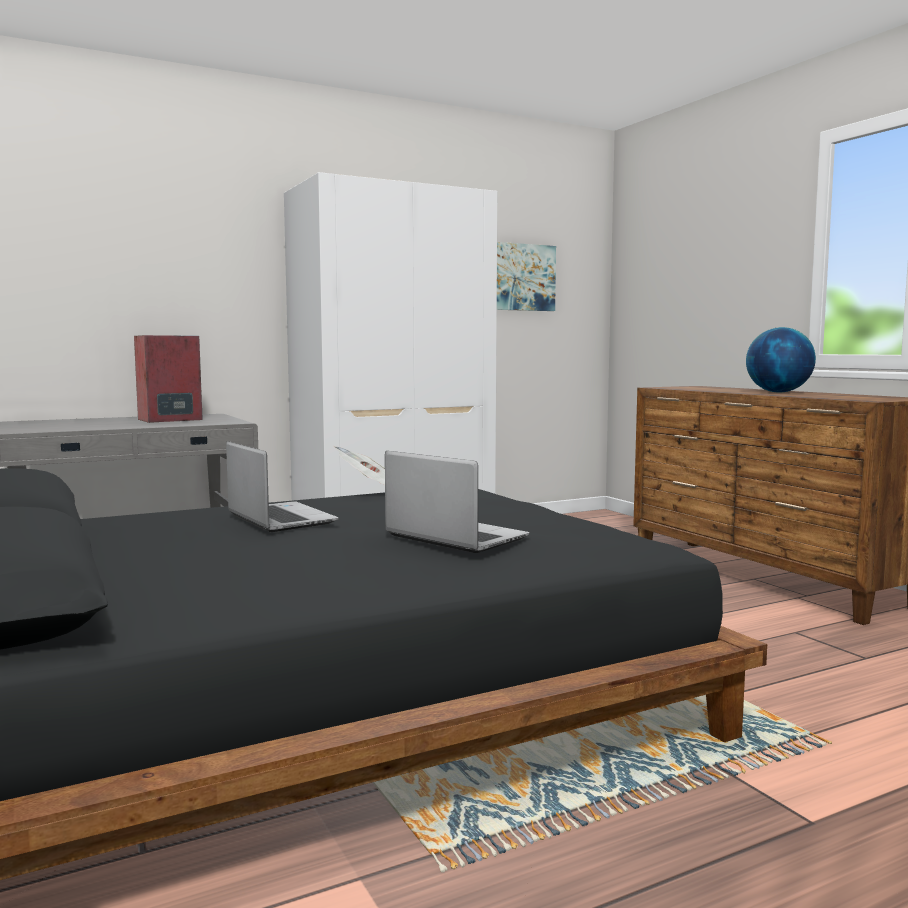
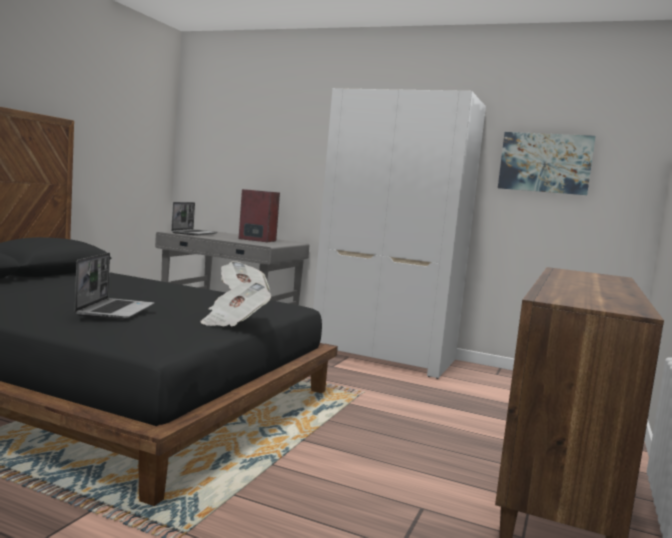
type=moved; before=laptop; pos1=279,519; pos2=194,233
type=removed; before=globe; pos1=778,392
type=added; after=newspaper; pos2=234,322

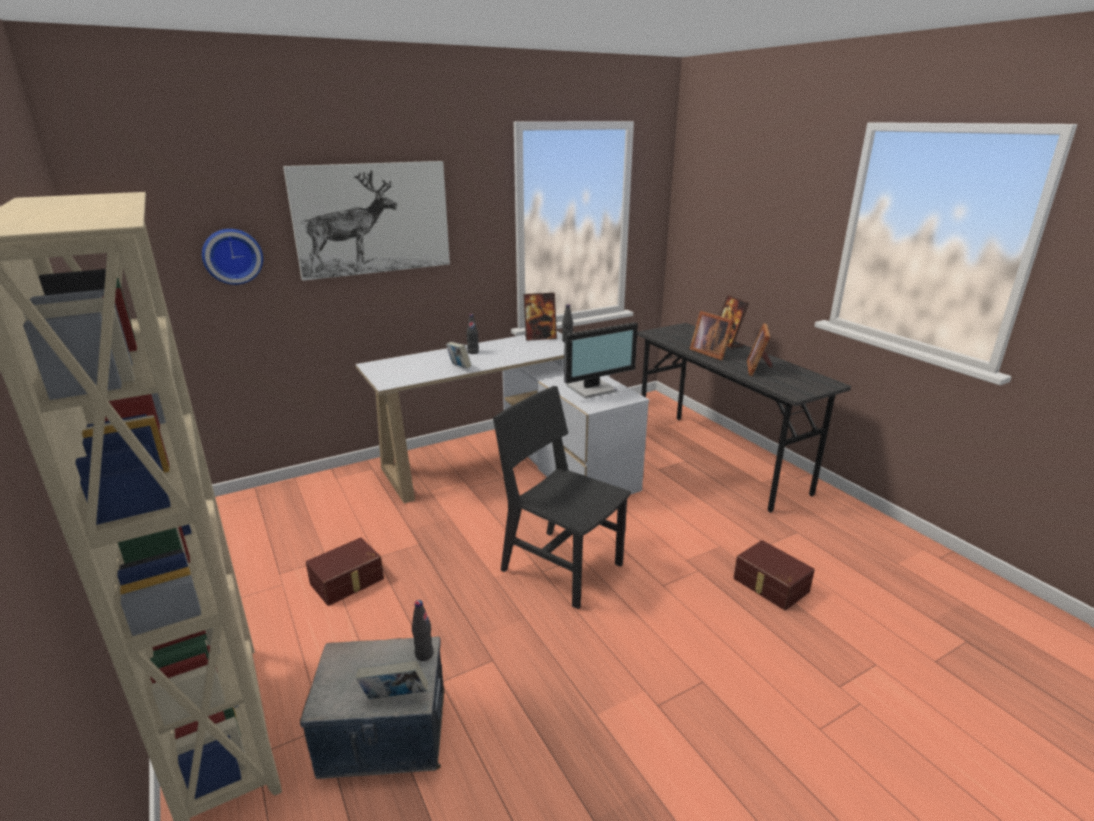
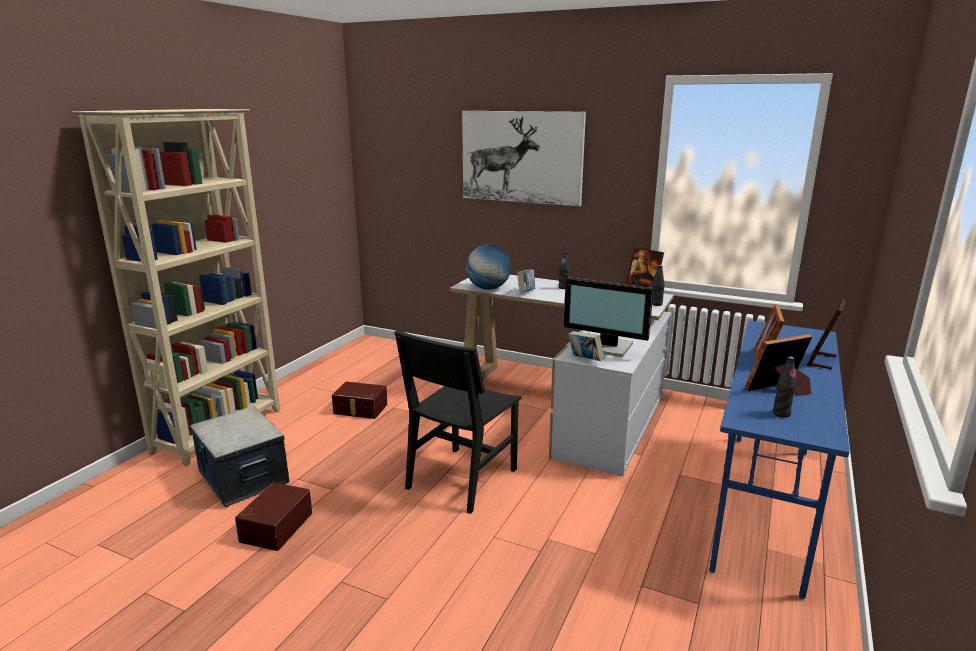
type=removed; before=wall clock; pos1=232,256
type=moved; before=book; pos1=395,698; pos2=585,360
type=moved; before=bottle in black; pos1=424,654; pos2=781,414
type=turned; before=chair in black; pos1=562,567; pos2=462,478; turn=-150
type=recoloured; before=desk in grey; after=desk in blue; pos1=719,459; pos2=765,505
type=moved; before=storage box in brown; pos1=770,585; pos2=275,526
type=added; after=globe; pos2=488,288

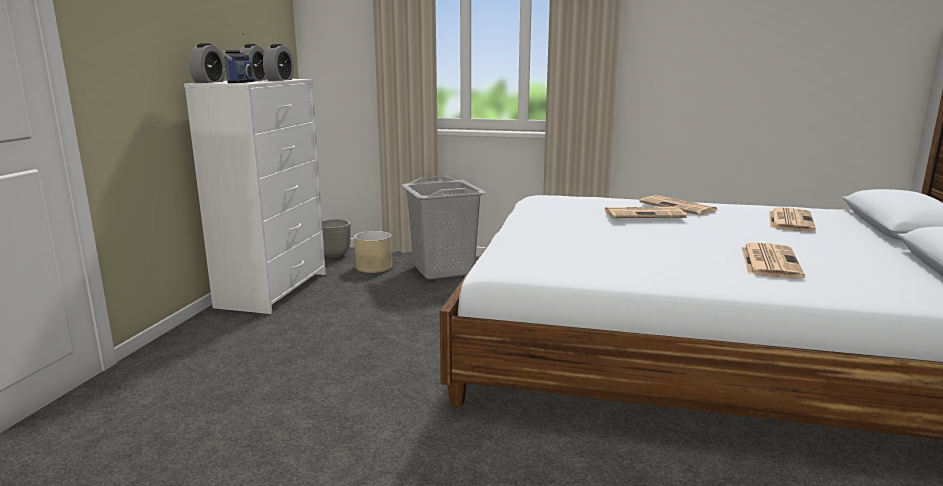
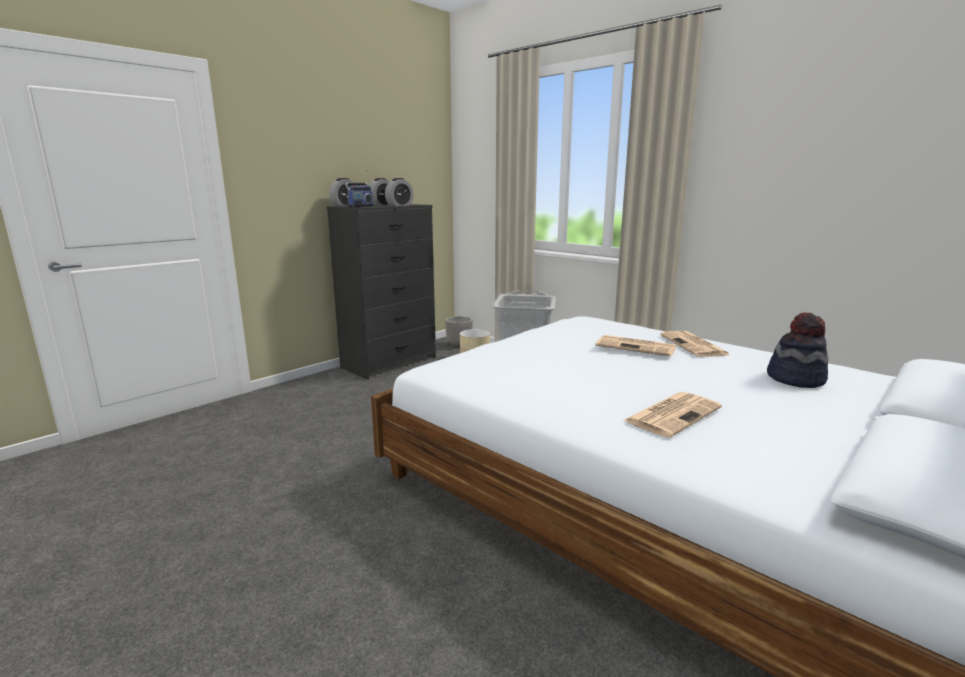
type=recoloured; before=dresser in white; after=dresser in black; pos1=274,289; pos2=390,362
type=replaced; before=newspaper; after=hat; pos1=790,220; pos2=795,379

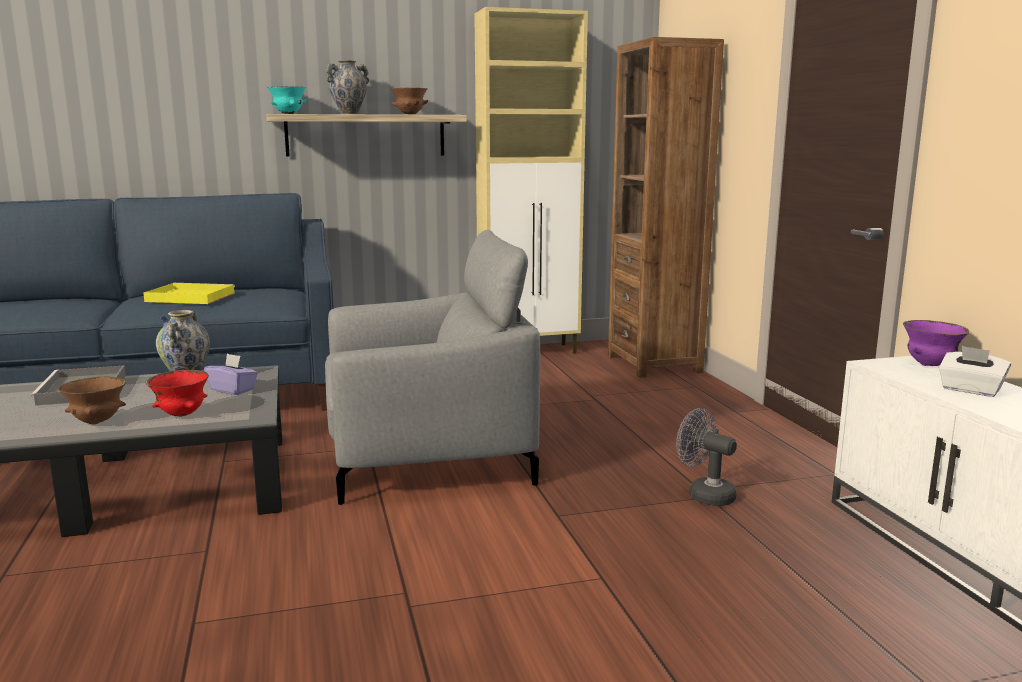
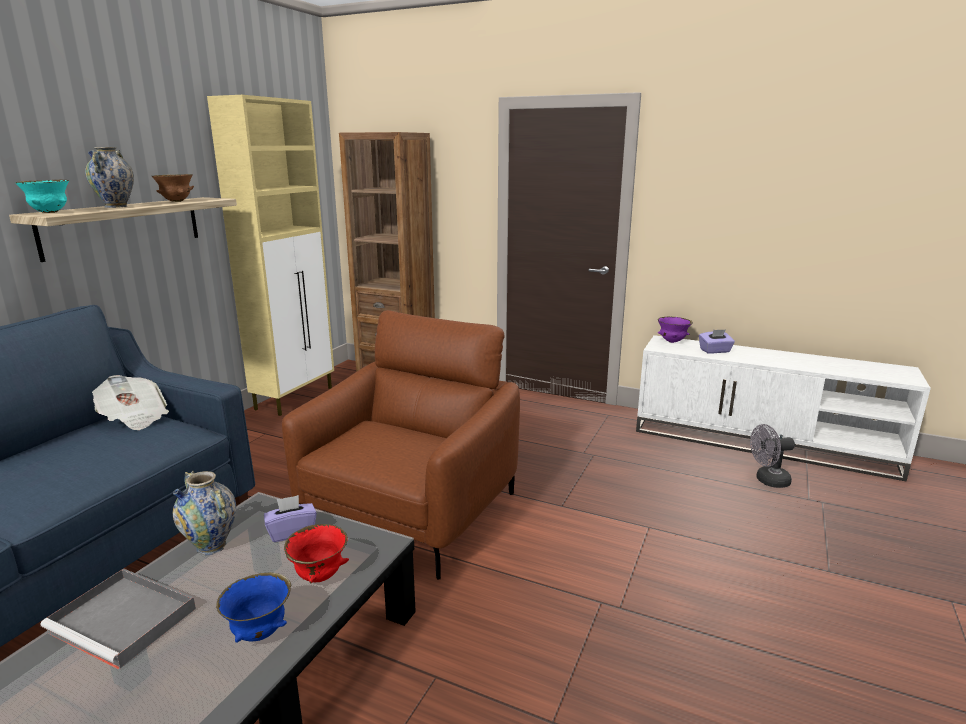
type=recoloured; before=bowl in brown; after=bowl in blue; pos1=97,422; pos2=260,633
type=removed; before=tray in yellow; pos1=189,297
type=recoloured; before=armchair in grey; after=armchair in brown; pos1=426,456; pos2=410,511
type=moved; before=fan in grey; pos1=704,494; pos2=767,481
type=recoloured; before=tissue box in white; after=tissue box in purple; pos1=970,390; pos2=715,351
type=added; after=newspaper; pos2=134,418

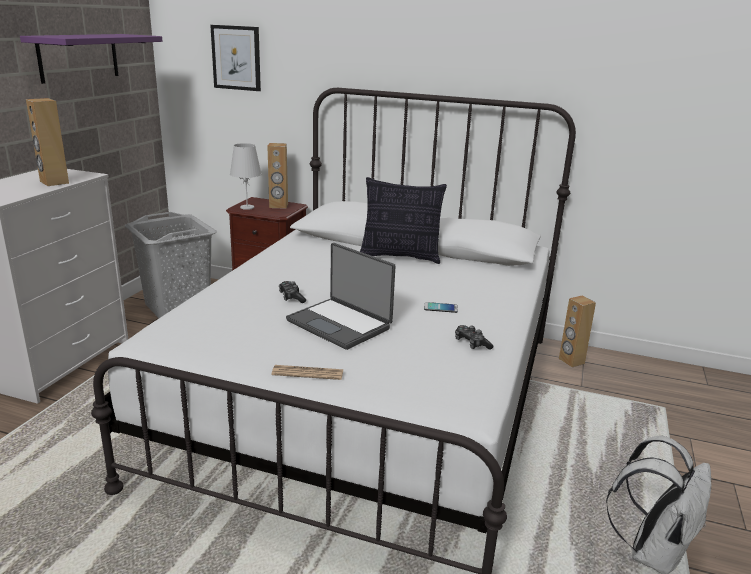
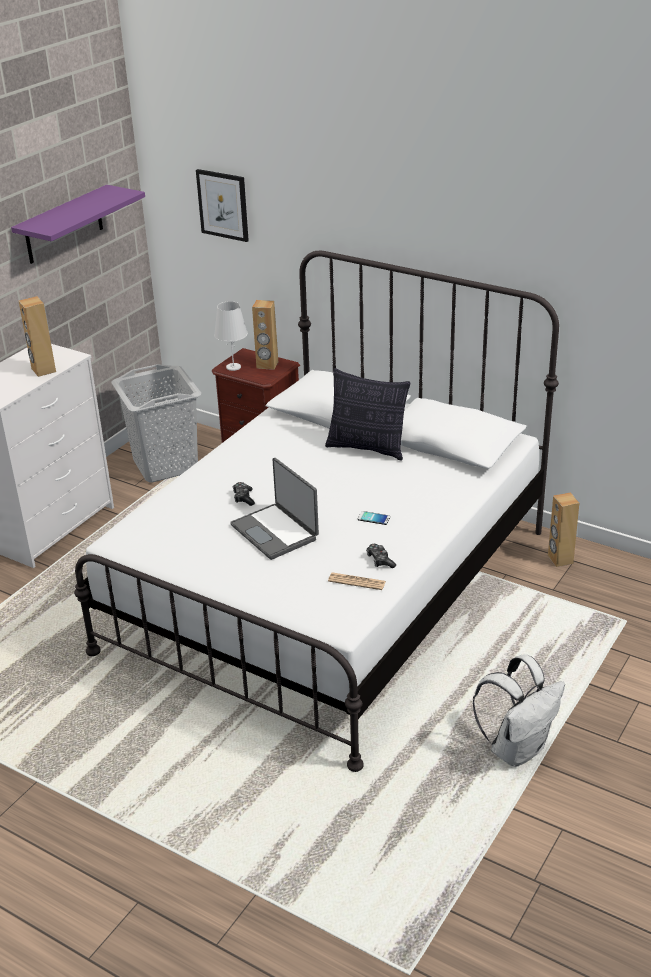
type=moved; before=newspaper; pos1=308,373; pos2=357,582

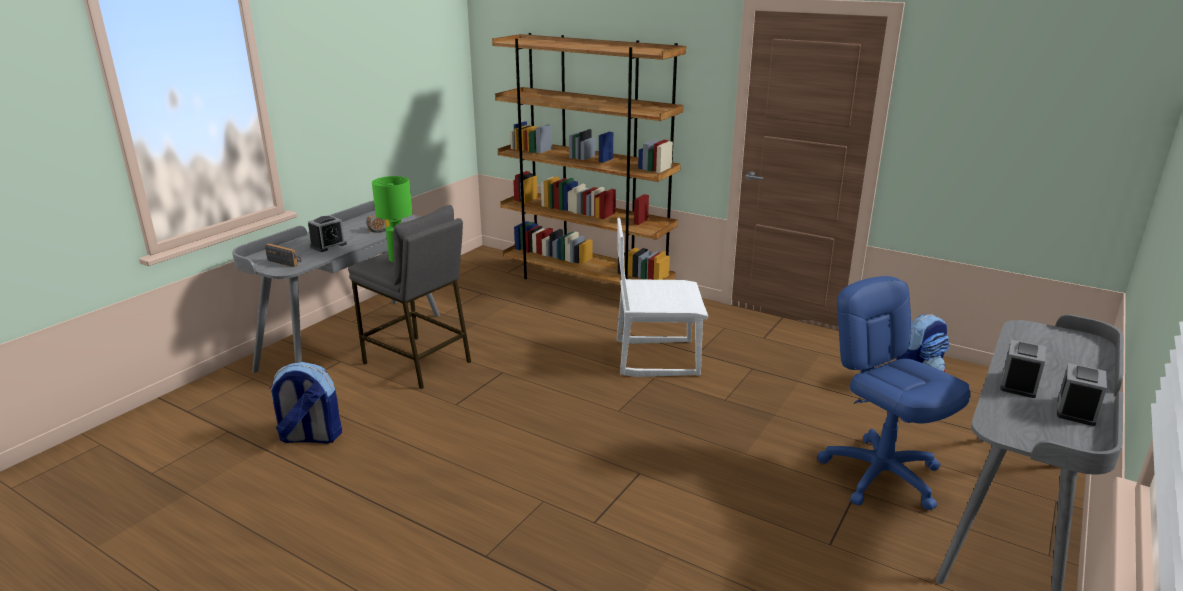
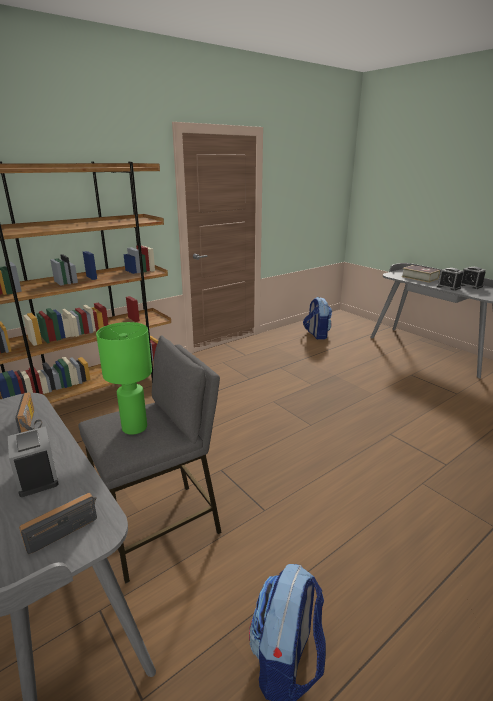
type=removed; before=chair in white; pos1=656,358
type=removed; before=office chair in blue; pos1=881,475
type=added; after=book; pos2=419,278

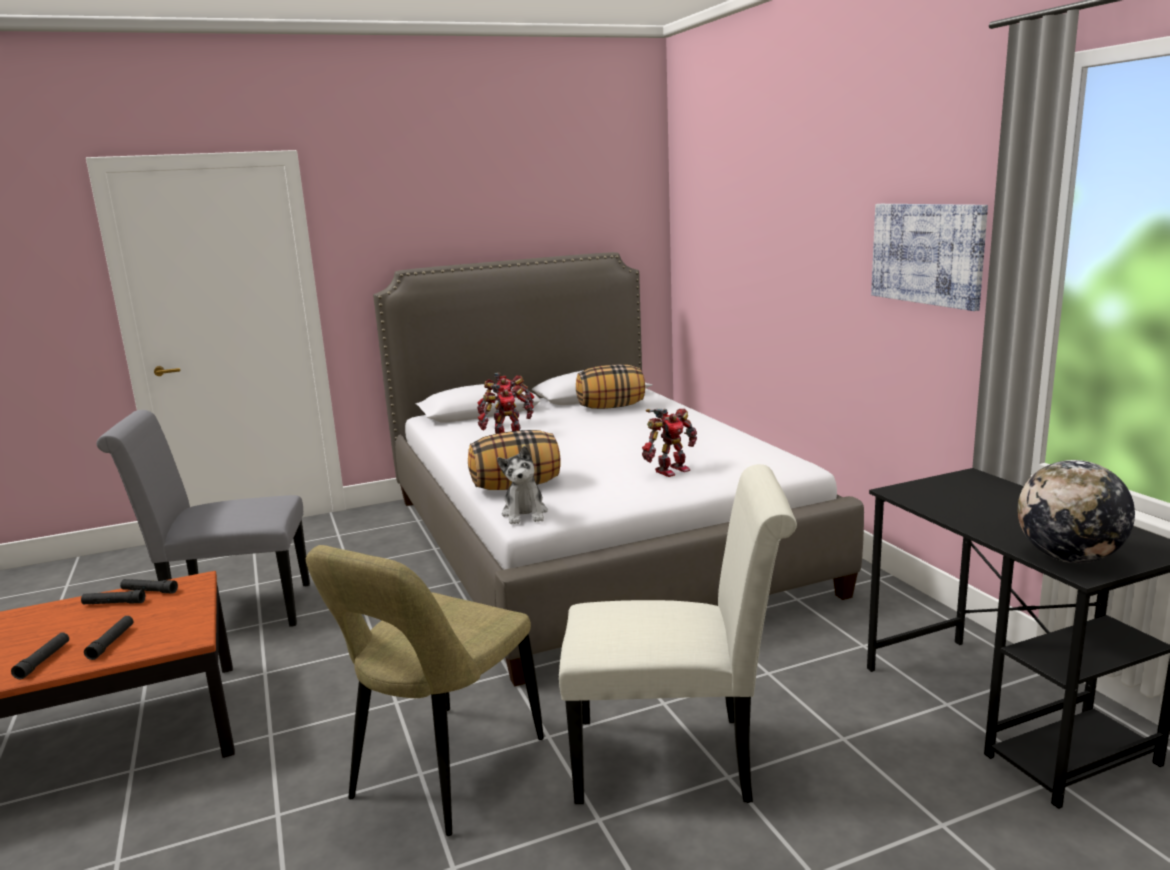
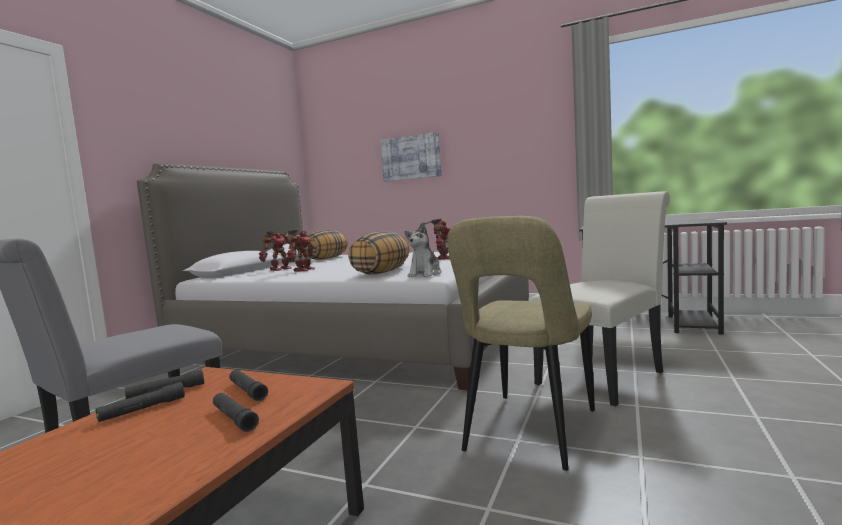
type=moved; before=flashlight in black; pos1=43,660; pos2=247,391
type=turned; before=chair in beige; pos1=442,773; pos2=528,433; turn=45
type=turned; before=plush toy; pos1=525,513; pos2=425,274; turn=75
type=moved; before=picture; pos1=927,253; pos2=411,157
type=removed; before=globe; pos1=1069,558

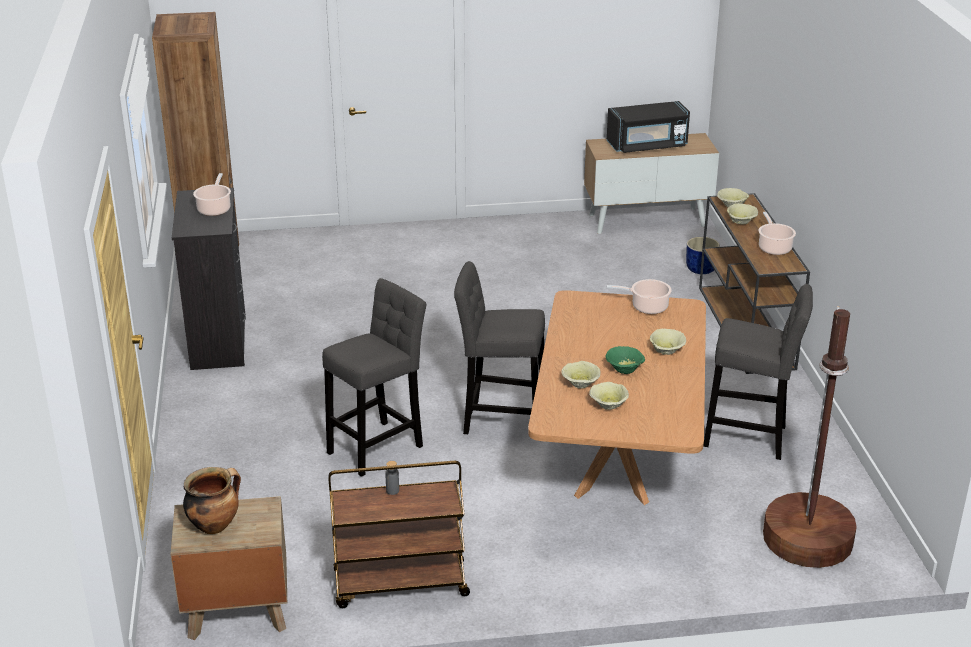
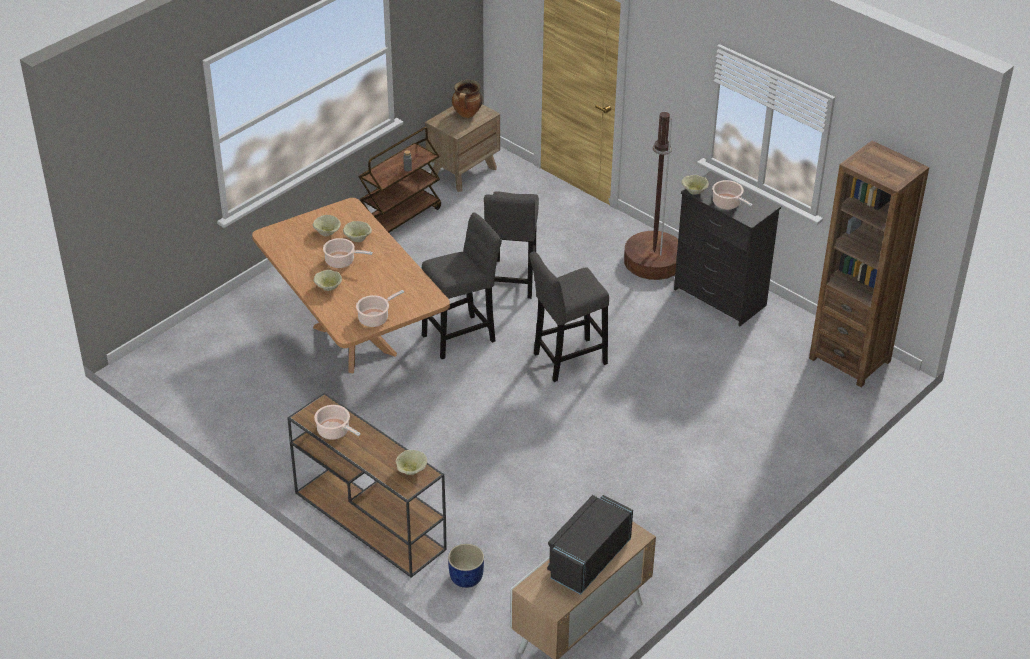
type=replaced; before=bowl in green; after=cooking pot; pos1=624,369; pos2=342,261
type=moved; before=stool in grey; pos1=750,438; pos2=566,360
type=moved; before=bowl in beige; pos1=741,222; pos2=693,191
type=moved; before=floor lamp in brown; pos1=808,539; pos2=653,261

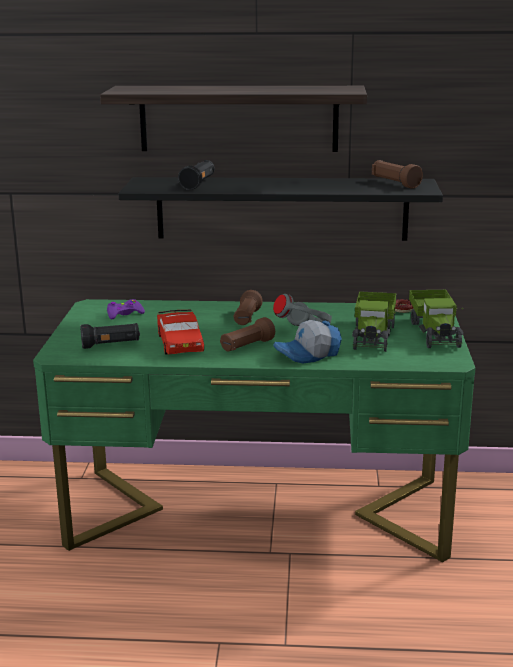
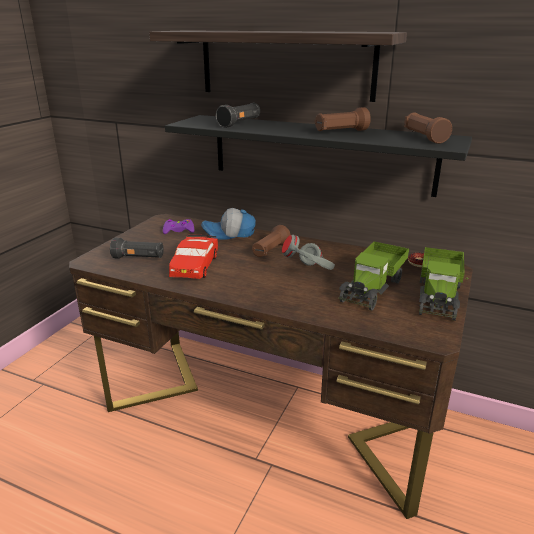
type=recoloured; before=desk in green; after=desk in brown; pos1=258,512; pos2=268,413
type=moved; before=flashlight in brown; pos1=246,346; pos2=340,132
type=moved; before=cap; pos1=308,355; pos2=229,234

